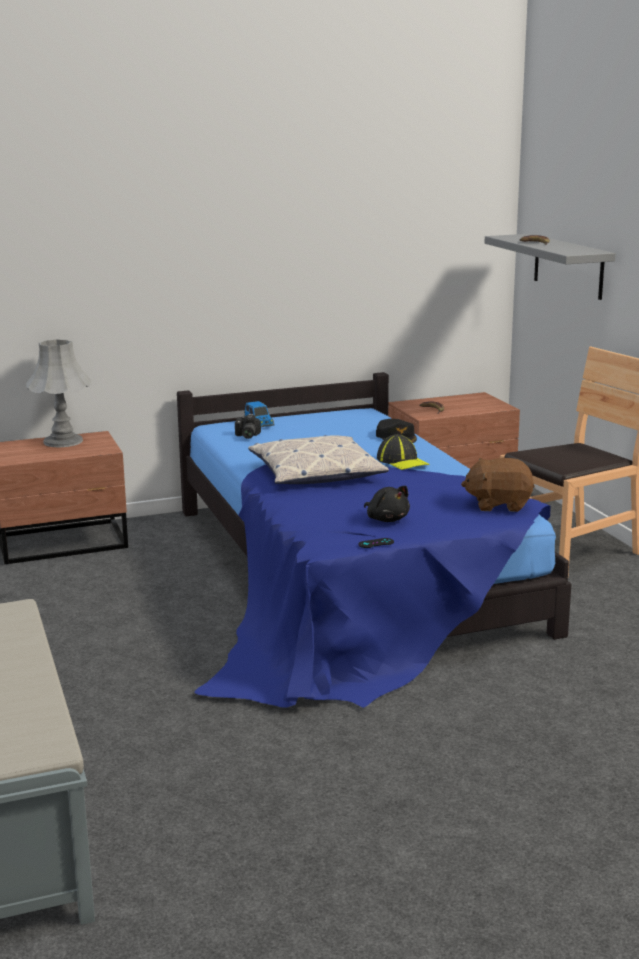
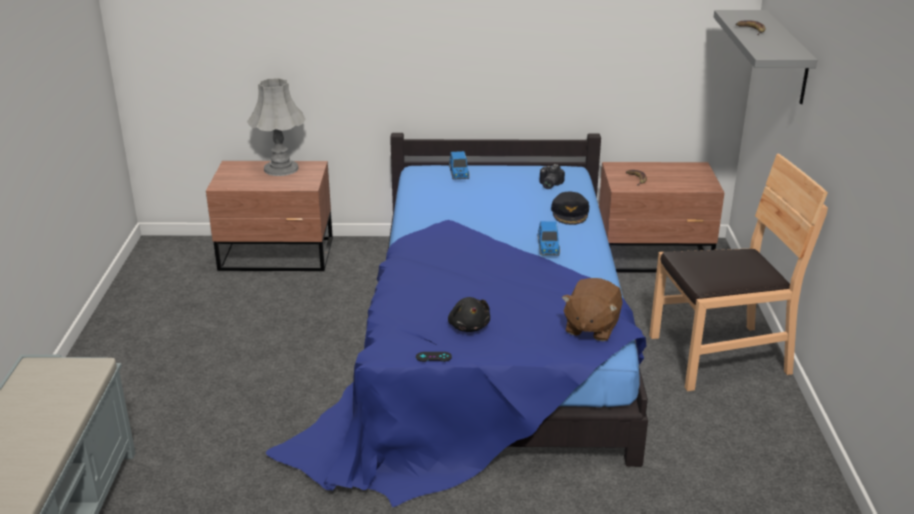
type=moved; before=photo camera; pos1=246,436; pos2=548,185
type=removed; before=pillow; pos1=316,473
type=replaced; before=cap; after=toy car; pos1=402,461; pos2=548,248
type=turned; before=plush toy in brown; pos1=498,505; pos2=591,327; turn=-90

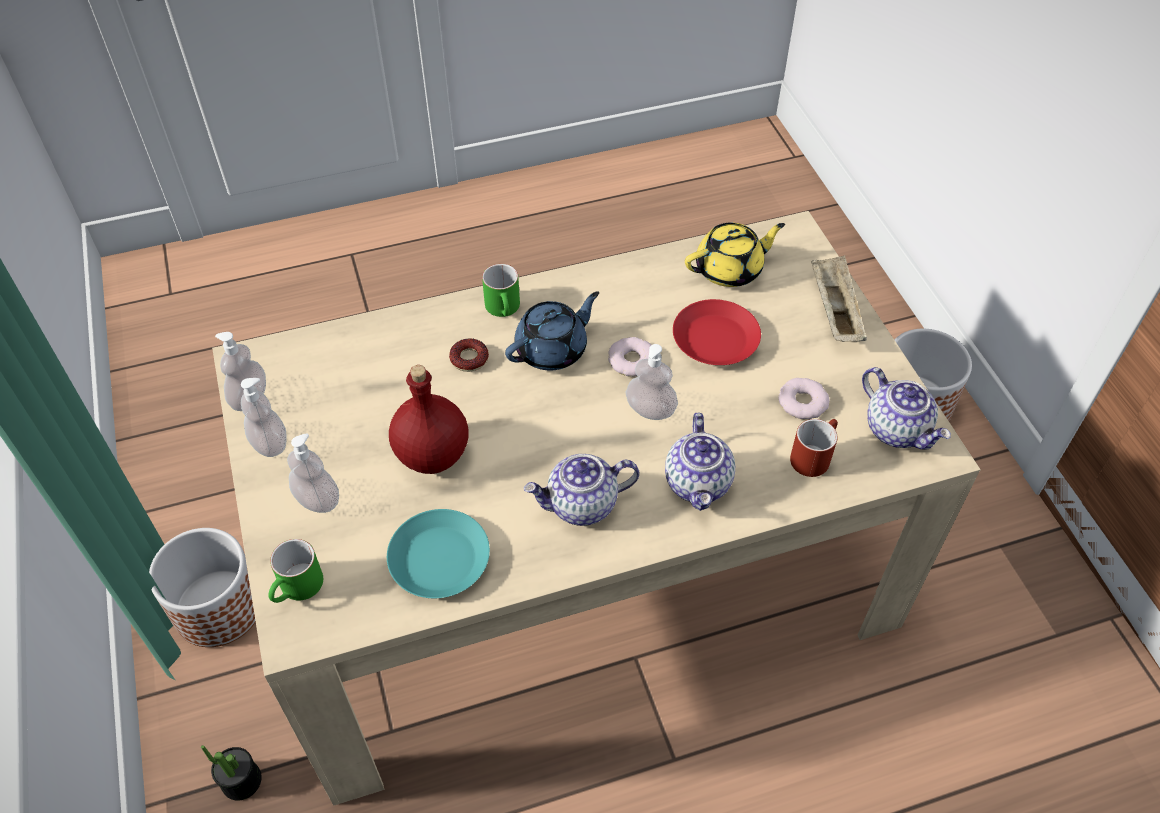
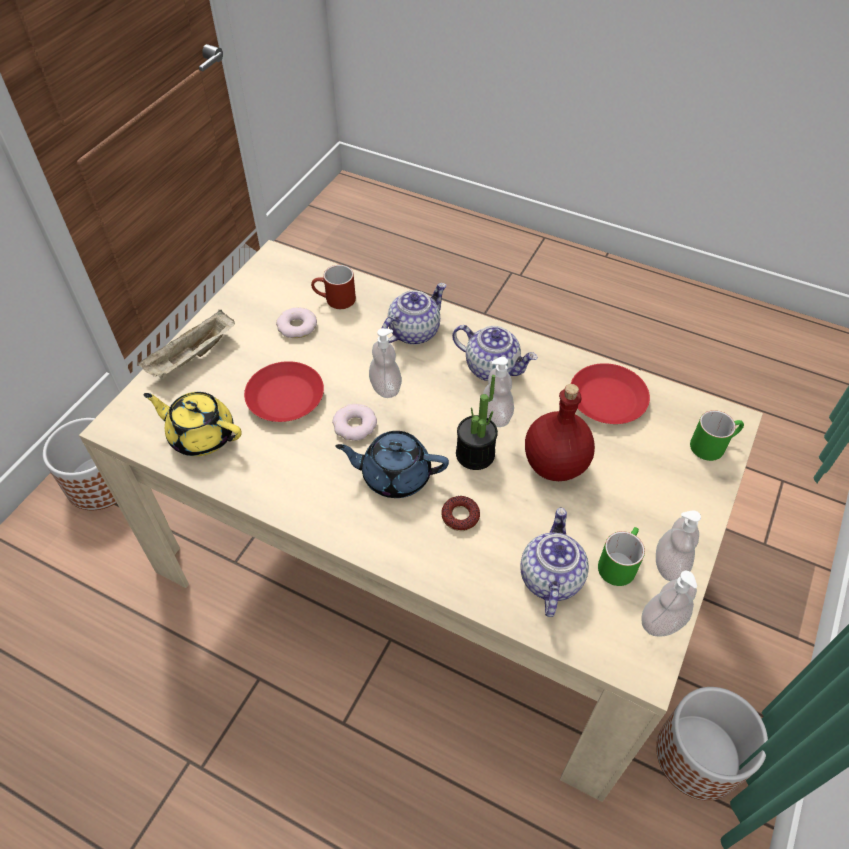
type=moved; before=potted plant; pos1=241,780; pos2=475,454
type=moved; before=soap dispenser; pos1=317,500; pos2=496,415
type=recoloured; before=plate in turquoise; after=plate in red; pos1=438,559; pos2=608,400
type=moved; before=mug in green; pos1=505,309; pos2=618,562
type=moved; before=teapot; pos1=897,429; pos2=549,577

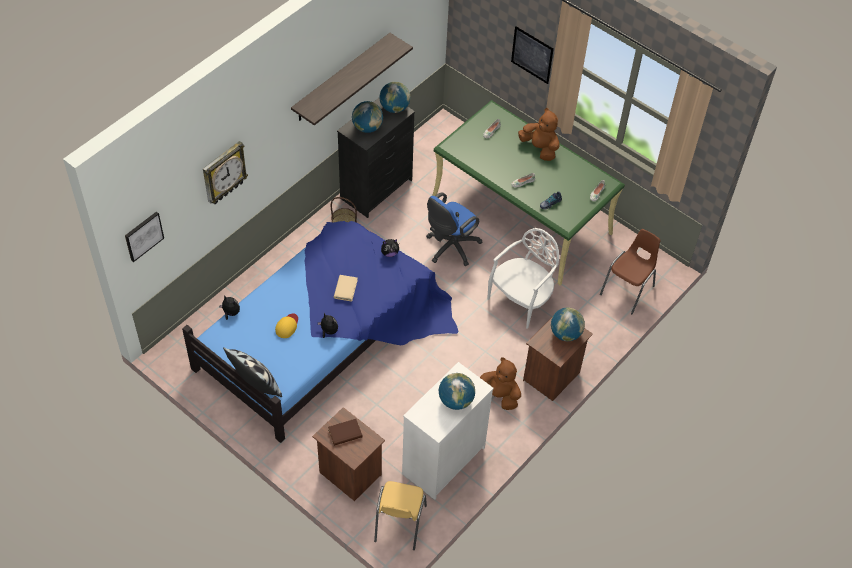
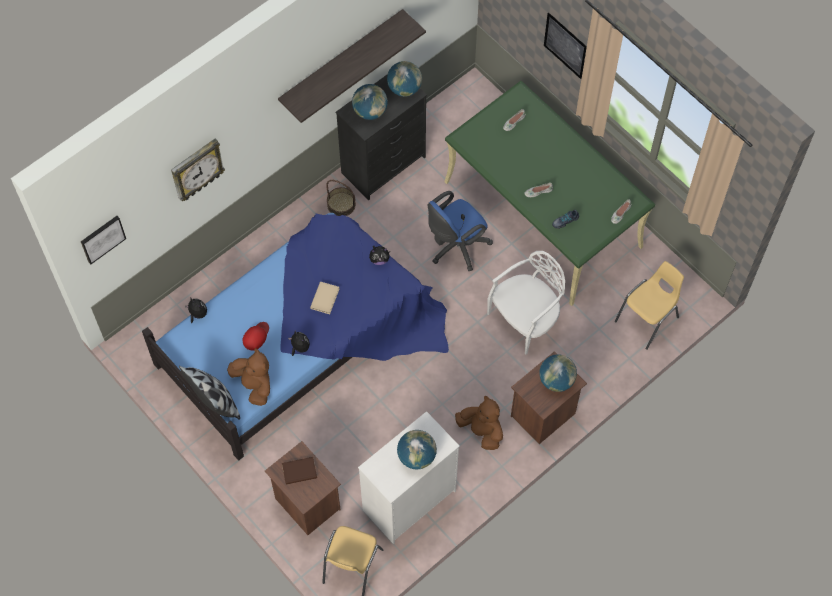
type=recoloured; before=cap in yellow; after=cap in red; pos1=287,326; pos2=256,336
type=moved; before=plush toy in brown; pos1=539,148; pos2=254,385
type=recoloured; before=chair in brown; after=chair in yellow; pos1=628,290; pos2=648,319

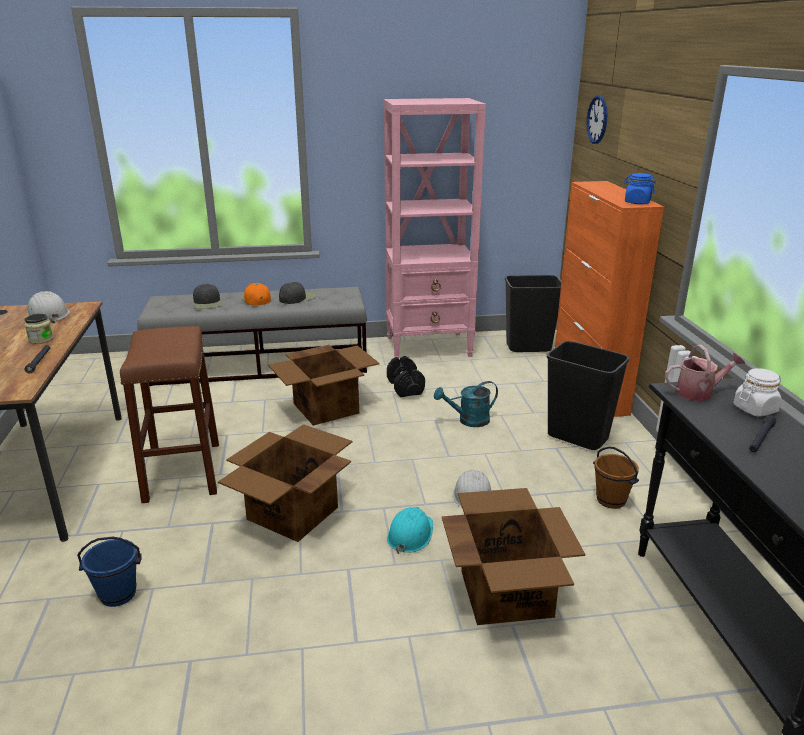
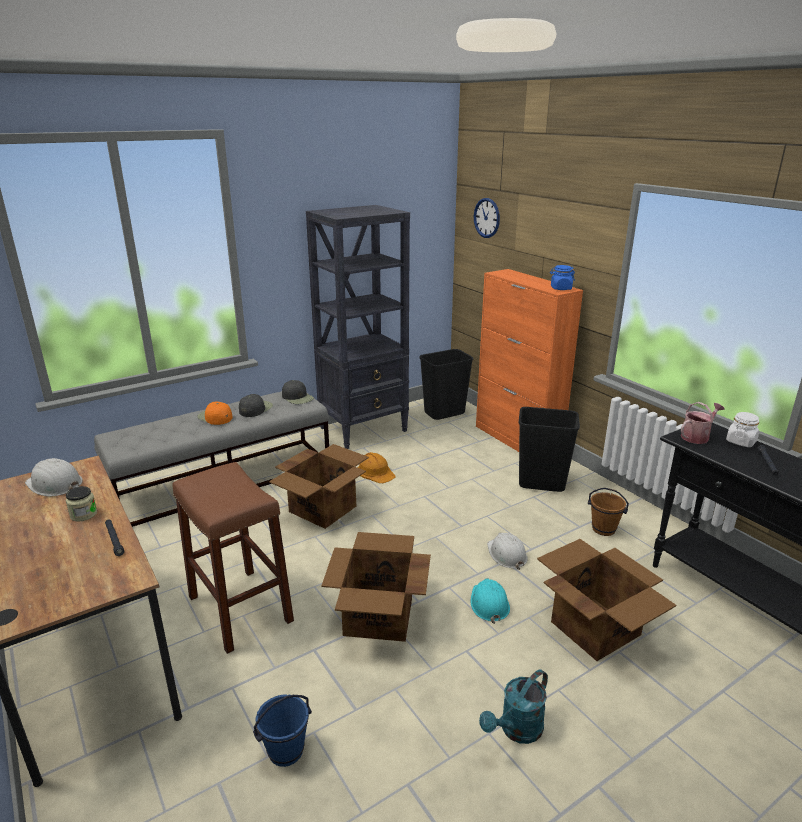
type=moved; before=cap in black; pos1=207,303; pos2=297,397
type=recoloured; before=bookcase in pink; after=bookcase in black; pos1=429,347; pos2=364,429
type=replaced; before=dumbbell in black; after=hard hat in orange; pos1=405,387; pos2=375,472
type=moved; before=watering can in turquoise; pos1=468,421; pos2=516,731

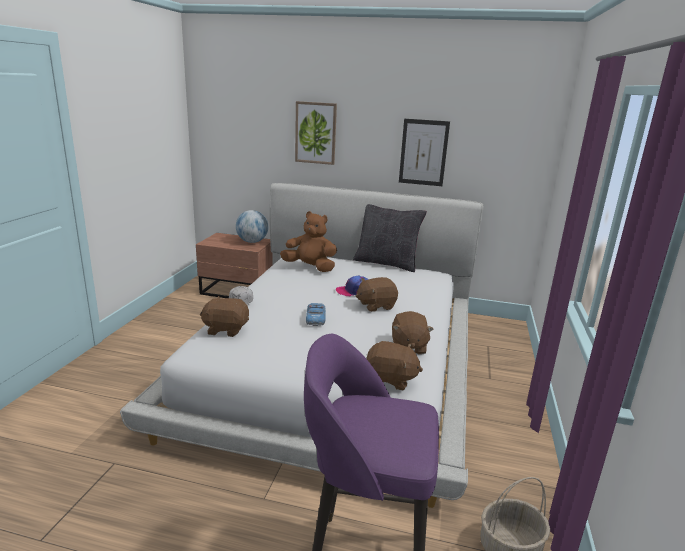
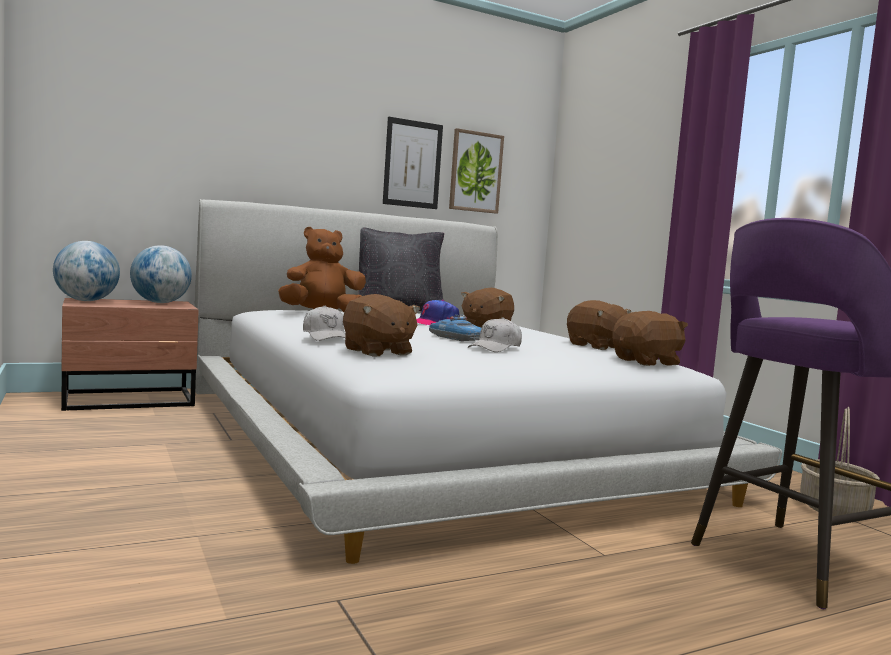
type=turned; before=plush toy in brown; pos1=226,329; pos2=377,352; turn=-90
type=moved; before=picture; pos1=315,133; pos2=475,172
type=added; after=globe; pos2=86,301
type=added; after=cap in white; pos2=495,348

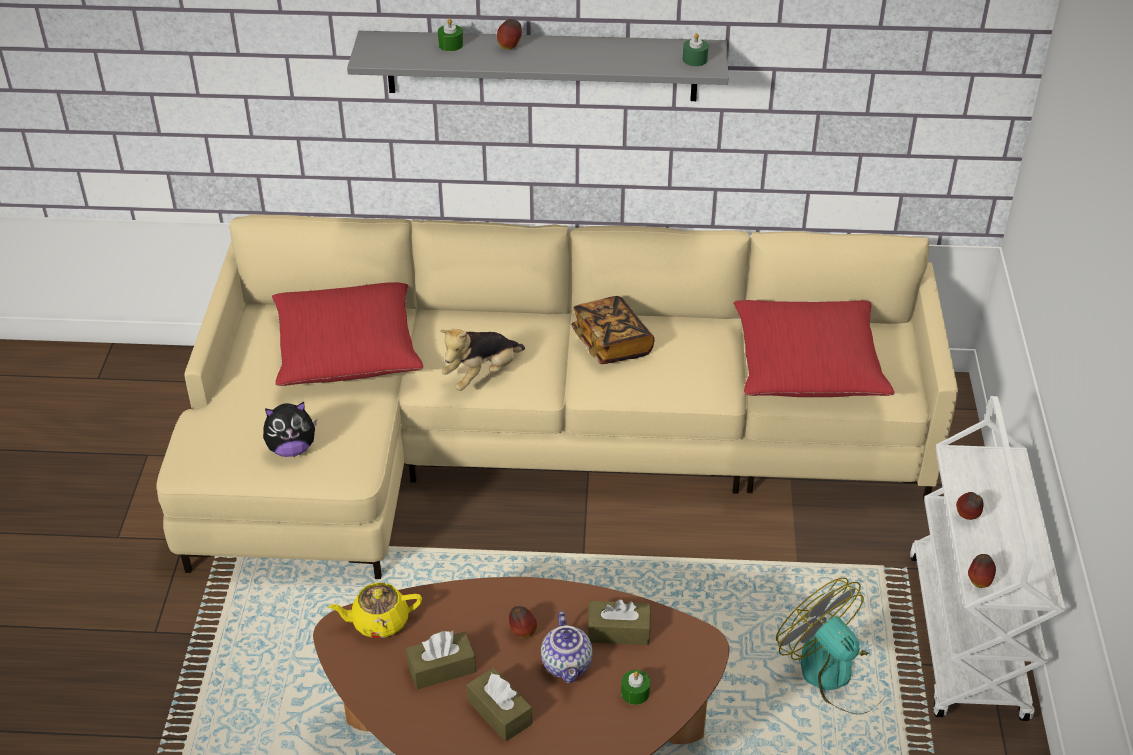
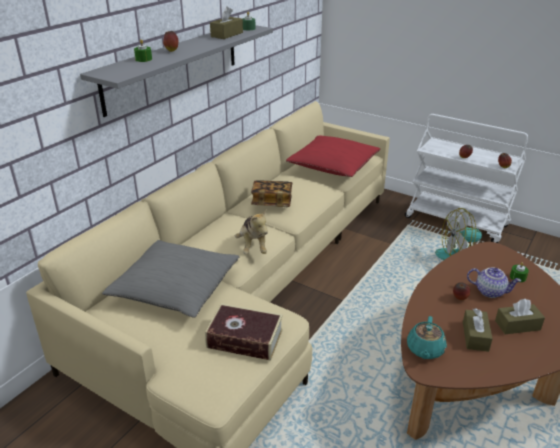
type=replaced; before=plush toy; after=book; pos1=292,449; pos2=245,339
type=recoloured; before=pillow in red; after=pillow in grey; pos1=347,349; pos2=175,288
type=recoloured; before=teapot in yellow; after=teapot in turquoise; pos1=379,621; pos2=425,350
type=moved; before=tissue box in brown; pos1=619,631; pos2=227,34

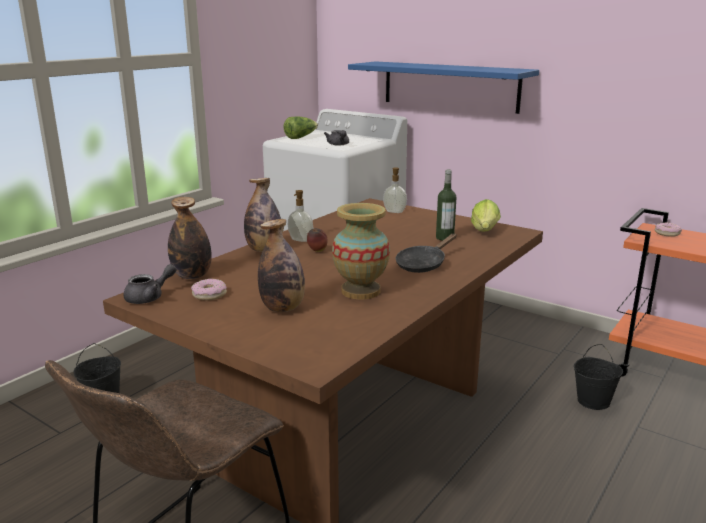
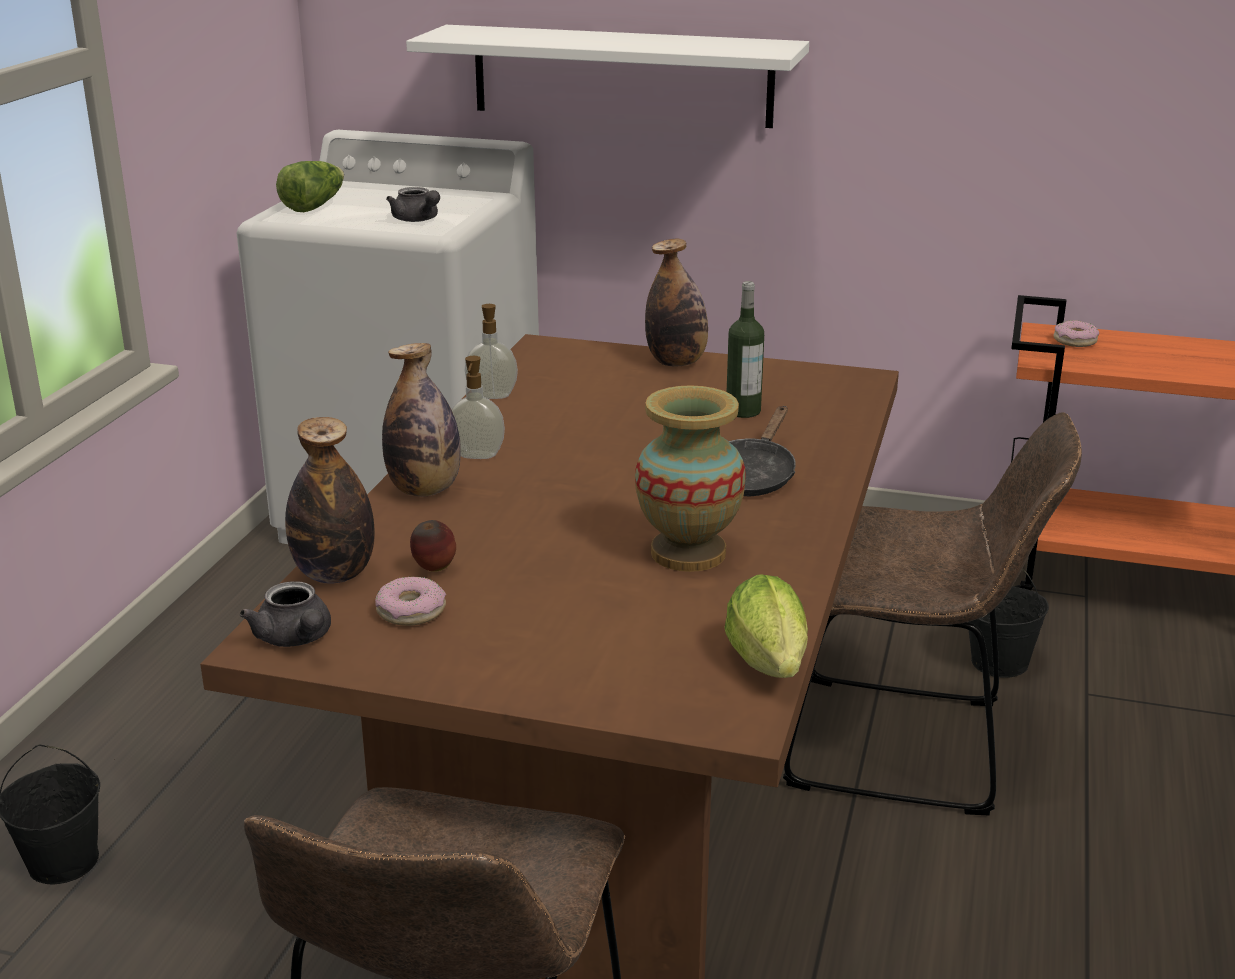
type=turned; before=teapot in grey; pos1=150,297; pos2=296,639; turn=120
type=moved; before=bottle; pos1=283,308; pos2=676,362
type=moved; before=apple; pos1=317,251; pos2=434,570
type=recoloured; before=shelf in blue; after=shelf in white; pos1=450,86; pos2=621,76
type=moved; before=soap dispenser; pos1=394,211; pos2=492,395
type=moved; before=lettuce; pos1=484,232; pos2=770,667
type=added; after=chair in brown; pos2=909,746

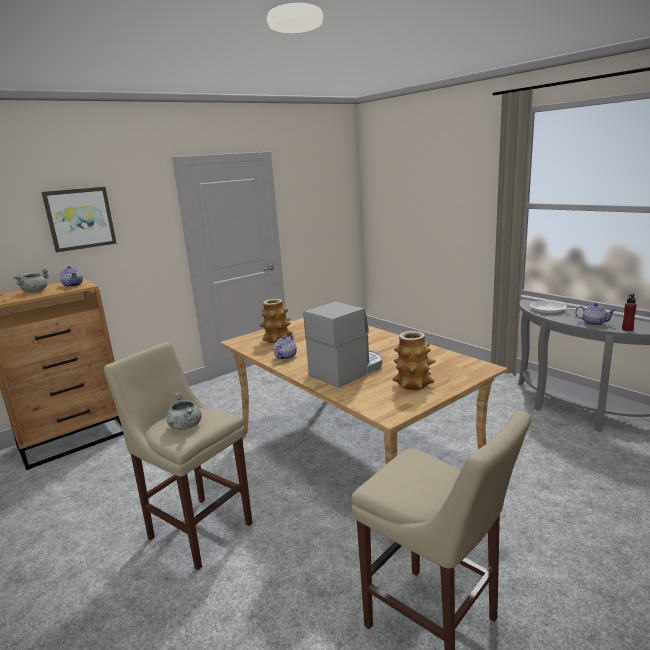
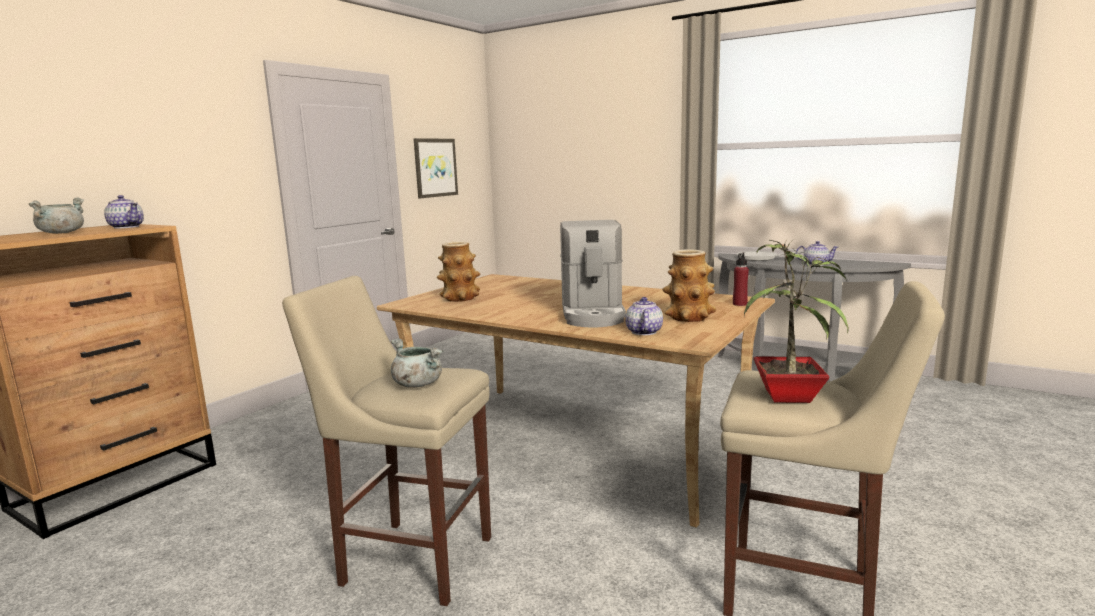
type=moved; before=picture; pos1=80,218; pos2=435,167
type=moved; before=teapot; pos1=285,357; pos2=643,332
type=turned; before=coffee machine; pos1=348,370; pos2=593,314; turn=150
type=moved; before=bottle in red; pos1=627,329; pos2=739,304
type=added; after=potted plant; pos2=791,396

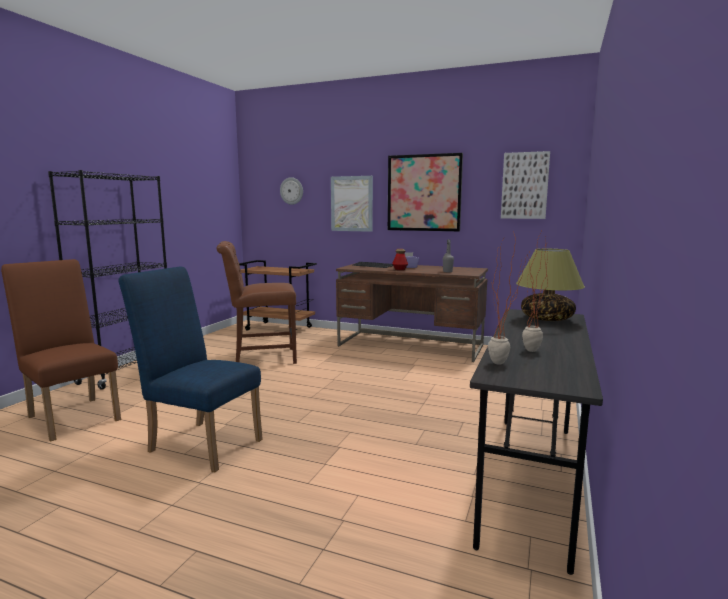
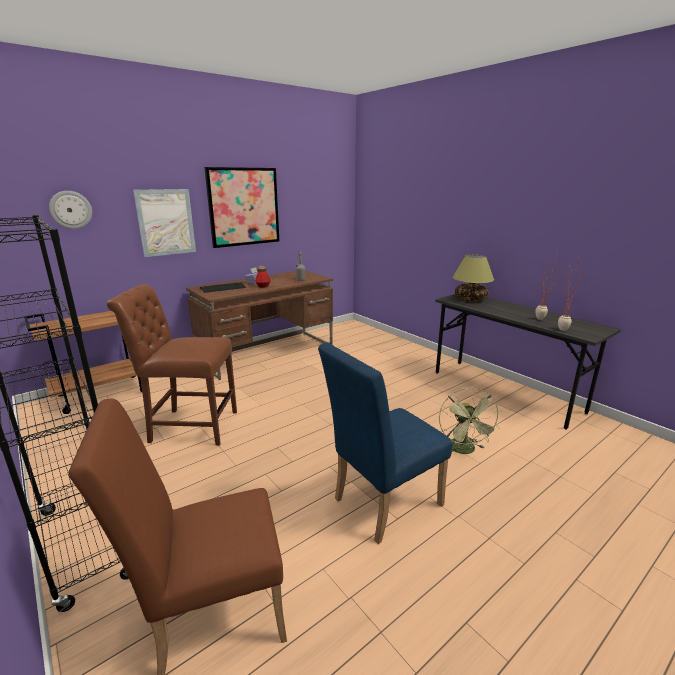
type=turned; before=chair in brown; pos1=261,358; pos2=189,426; turn=75
type=removed; before=picture; pos1=524,185
type=added; after=fan in green; pos2=464,450

